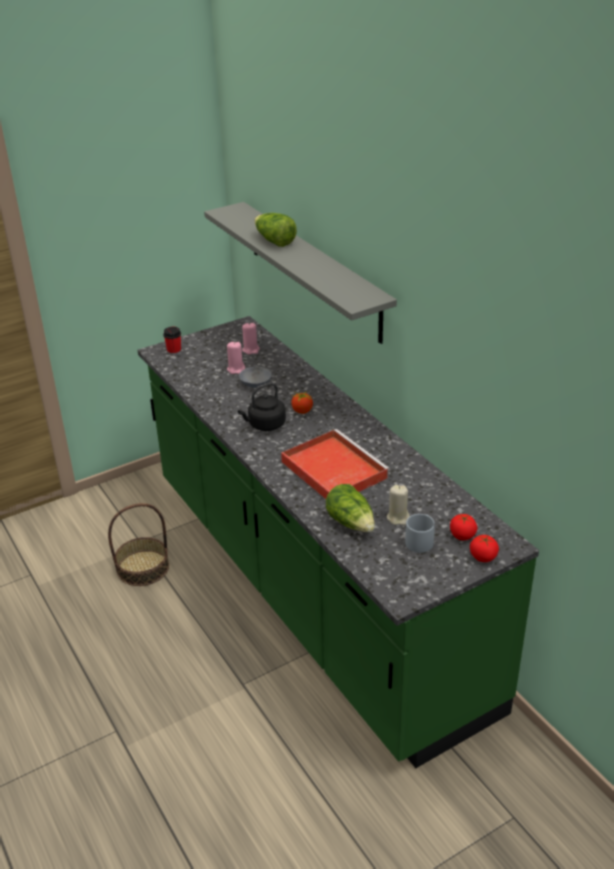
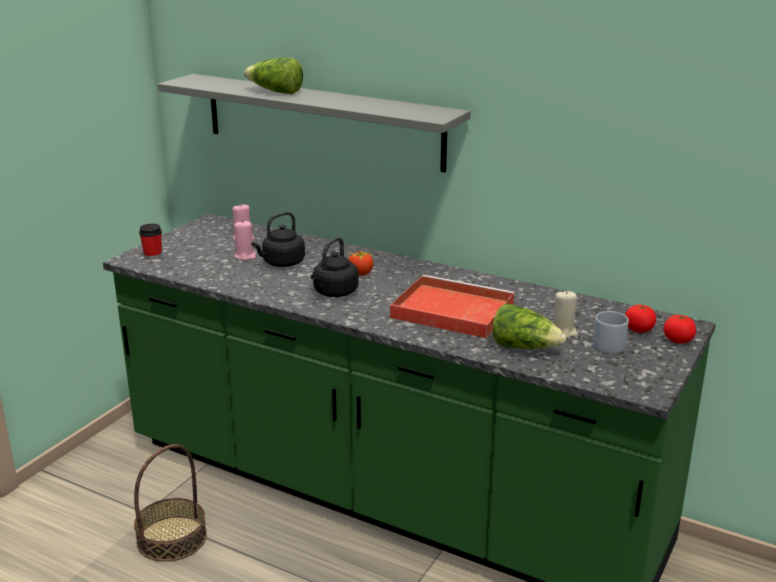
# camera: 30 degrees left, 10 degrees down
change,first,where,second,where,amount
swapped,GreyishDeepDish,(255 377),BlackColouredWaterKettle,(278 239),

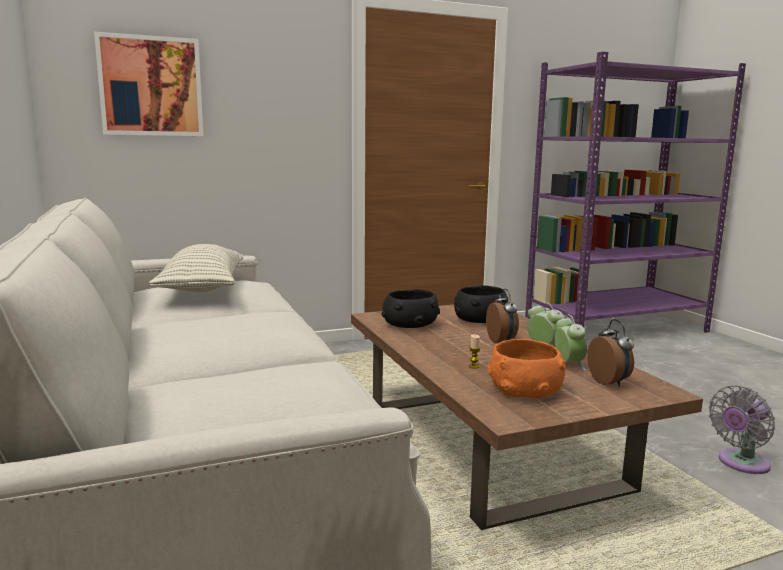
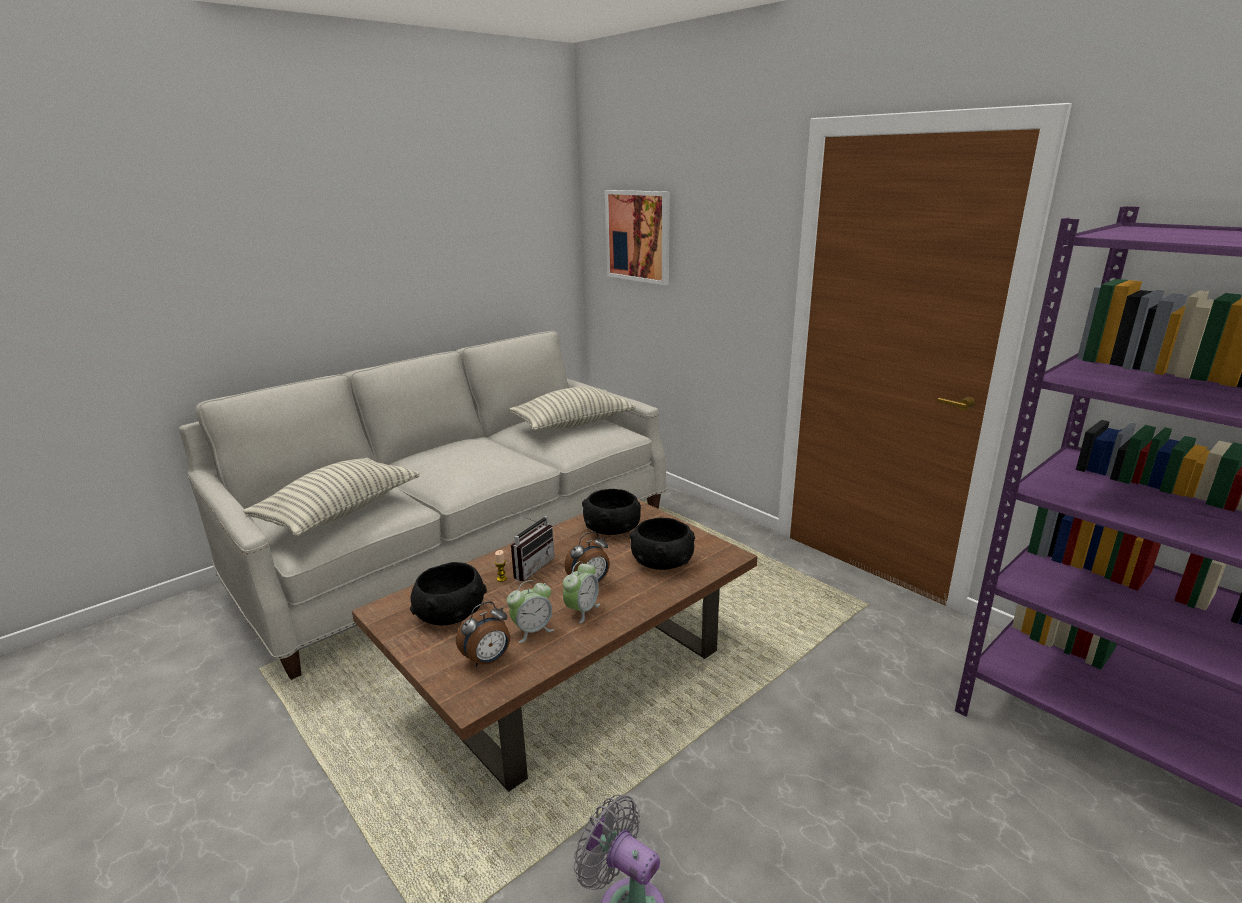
# camera: 70 degrees right, 10 degrees up
change,first,where,second,where,amount
new,,,Pillow,(331 497),
repainted,OrangeColouredDeepDish,(526 368),BlackColouredDeepDish,(448 593),
new,,,RadioReceiver,(533 546),

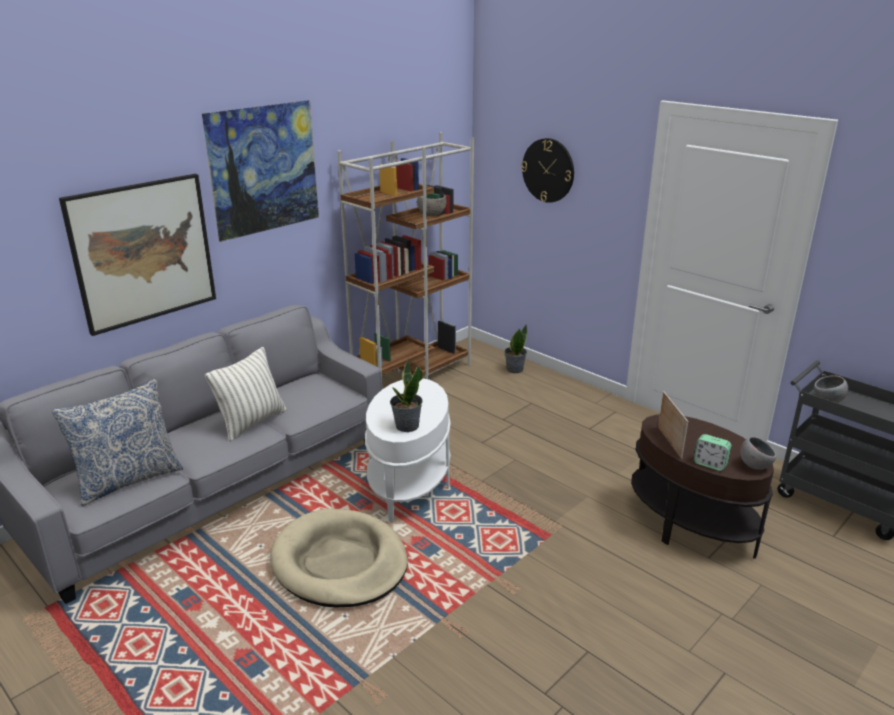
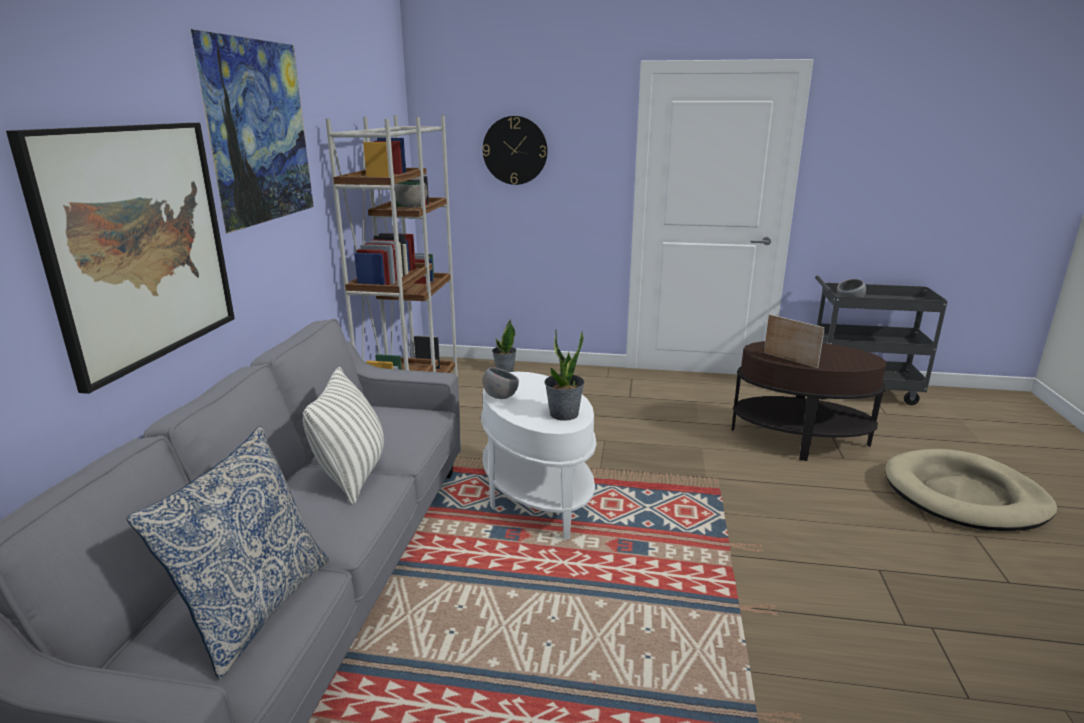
# camera: 35 degrees left, 5 degrees down
change,first,where,second,where,amount
shifted,GreyishDeepDish,(758 453),,(501 383),
shifted,BeigePetBed,(339 558),,(971 490),
gone,TableClock,(712 452),,,

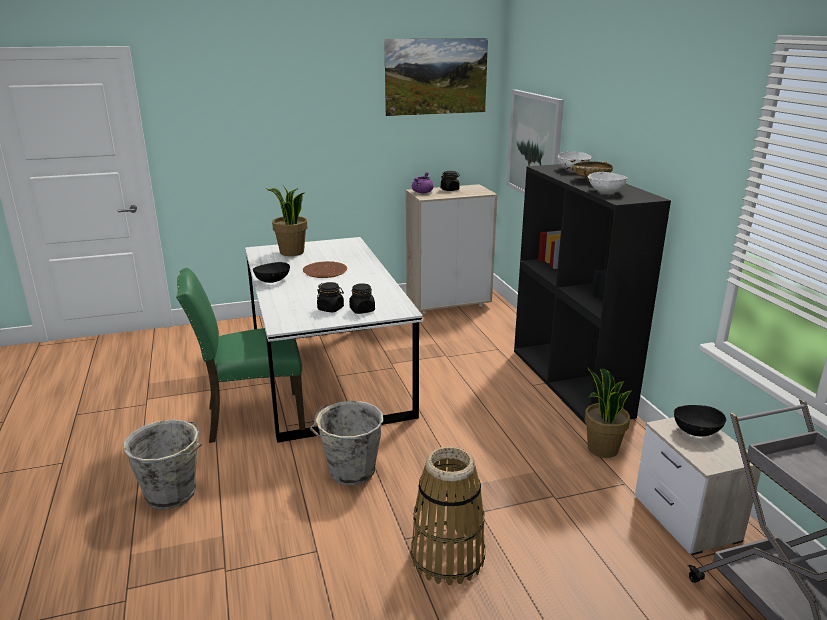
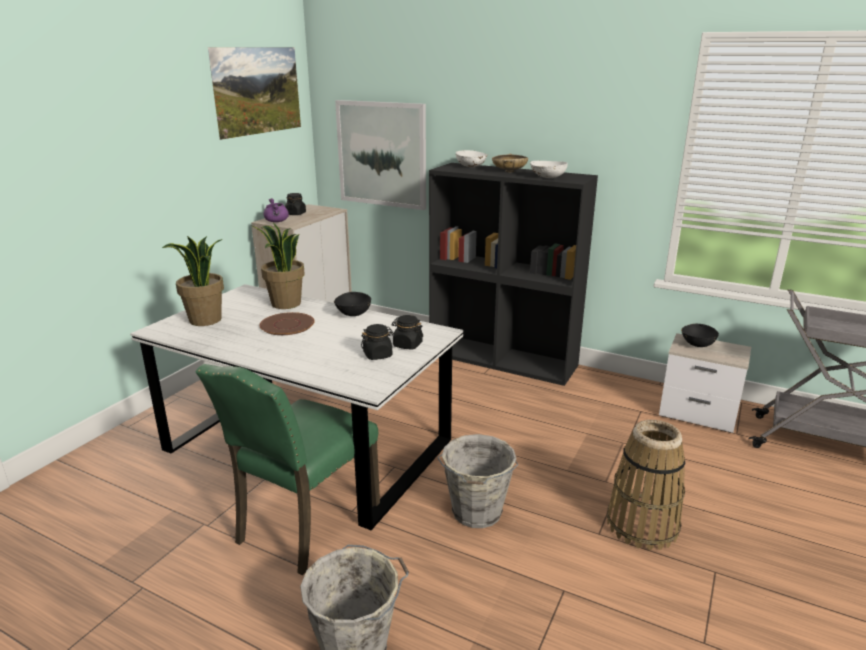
# camera: 45 degrees left, 0 degrees up
change,first,where,second,where,amount
shifted,Houseplant,(608 412),,(278 266),
shifted,BlackColouredDeepDish,(271 272),,(352 304),

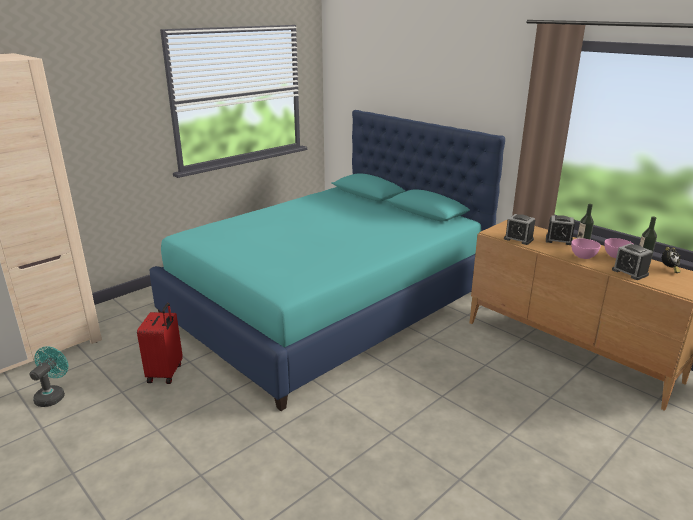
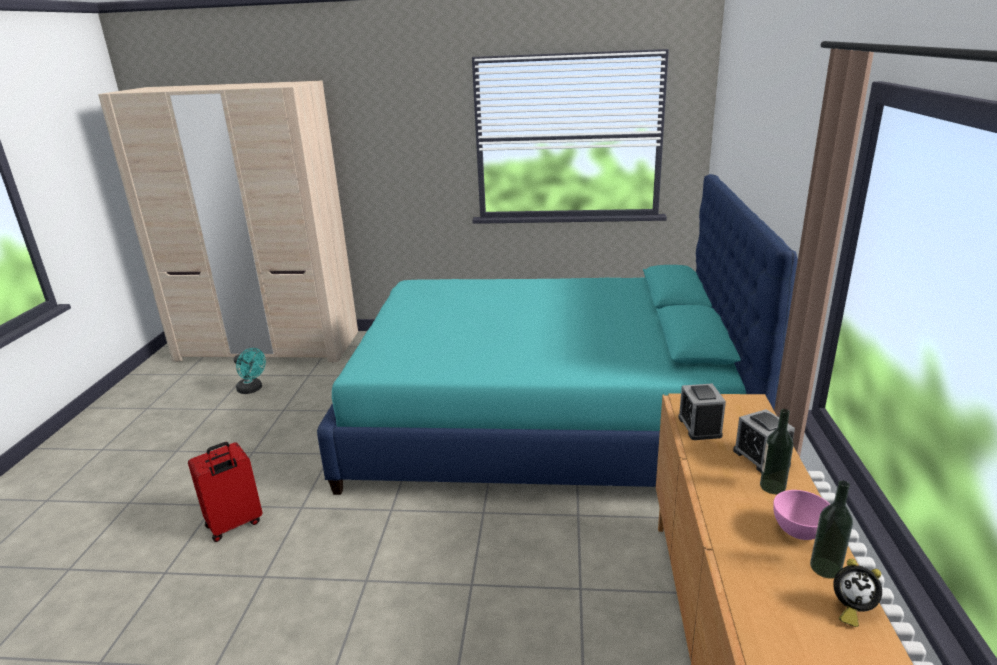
# camera: 50 degrees right, 0 degrees up
change,first,where,second,where,amount
shifted,RedSuitcase,(160 343),,(225 492),
rotated,TurquoiseColouredCoolingFan,(49 376),,(250 371),60 degrees clockwise
gone,PinkishDeepDish,(586 248),,,
gone,TableClock,(632 261),,,

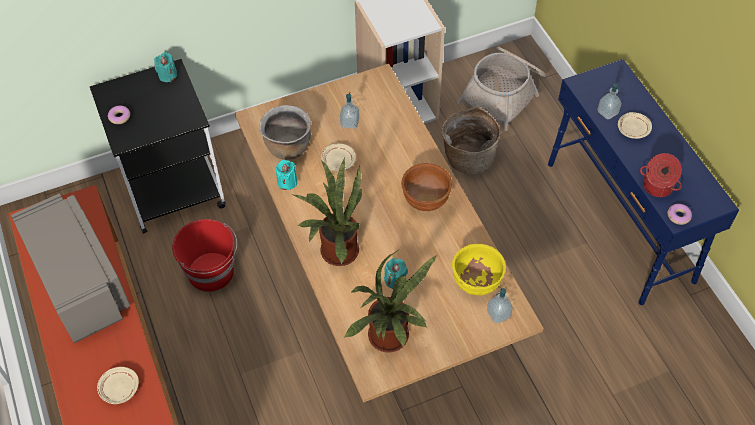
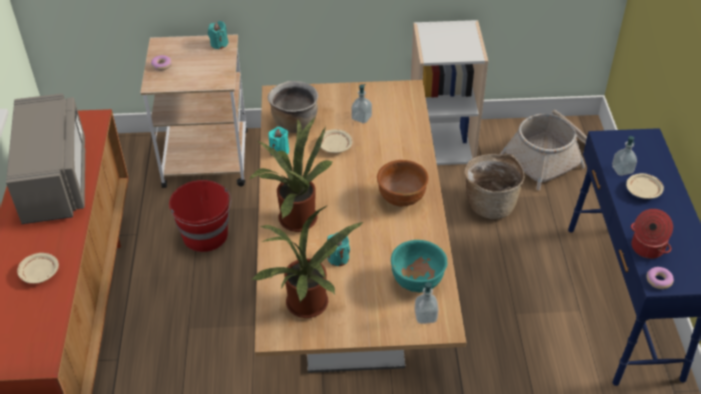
# camera: 20 degrees right, 10 degrees down
change,first,where,second,where,amount
repainted,BlackColouredTrolley,(157 146),BeigeTrolley,(194 111),
repainted,YellowDeepDish,(479 269),TurquoiseColouredDeepDish,(419 266),

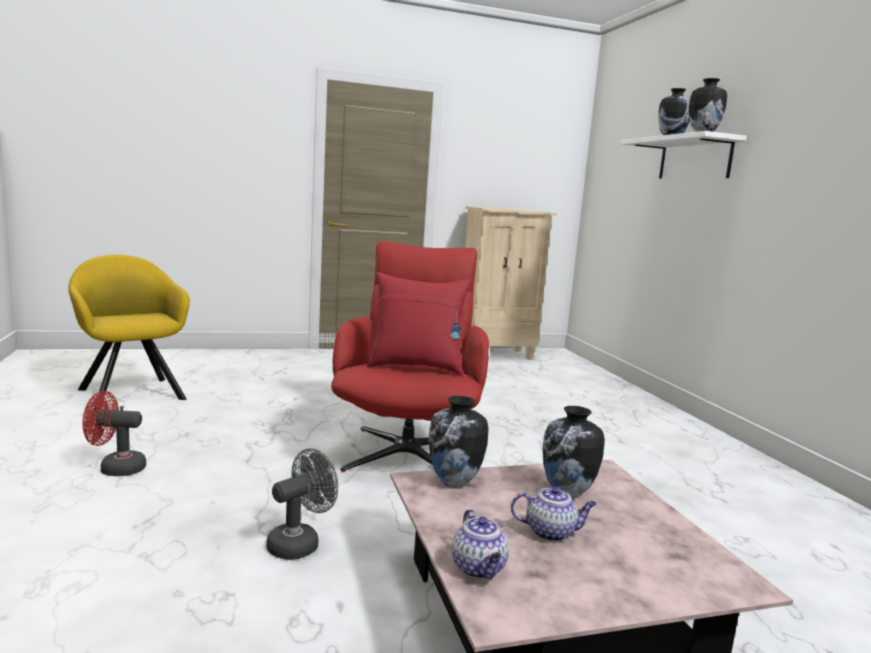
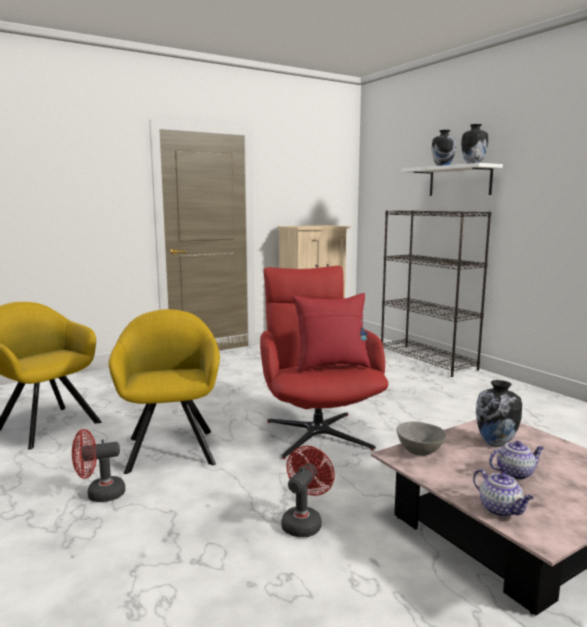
# camera: 15 degrees left, 0 degrees up
change,first,where,second,where,amount
new,,,YellowLoungeChair,(164 391),
repainted,GreyishCoolingFan,(302 504),RedCoolingFan,(308 491),
new,,,BlackColouredBookshelf,(436 293),
swapped,Vase,(458 442),GreyishDeepDish,(421 438),

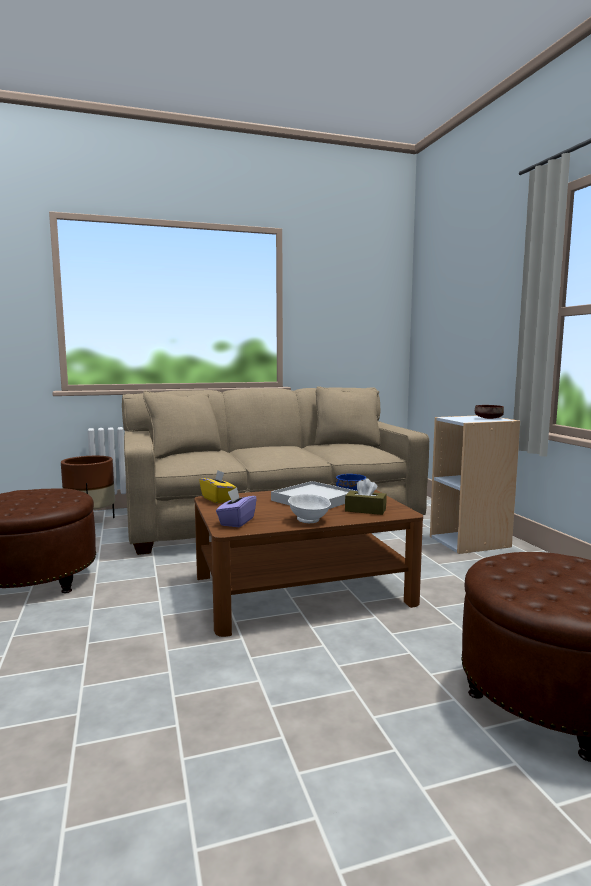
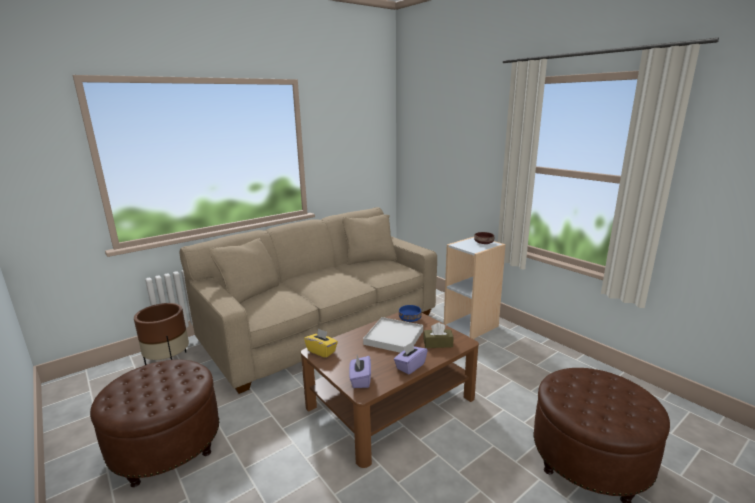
# camera: 20 degrees left, 10 degrees up
change,first,where,second,where,amount
swapped,WhitishDeepDish,(309 508),PurplishTissueHolder,(411 358),

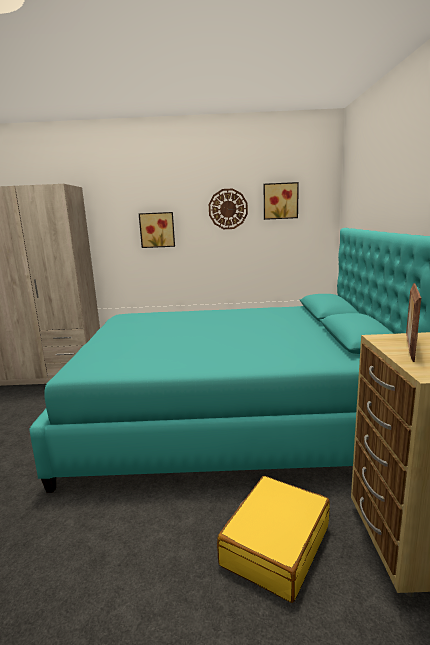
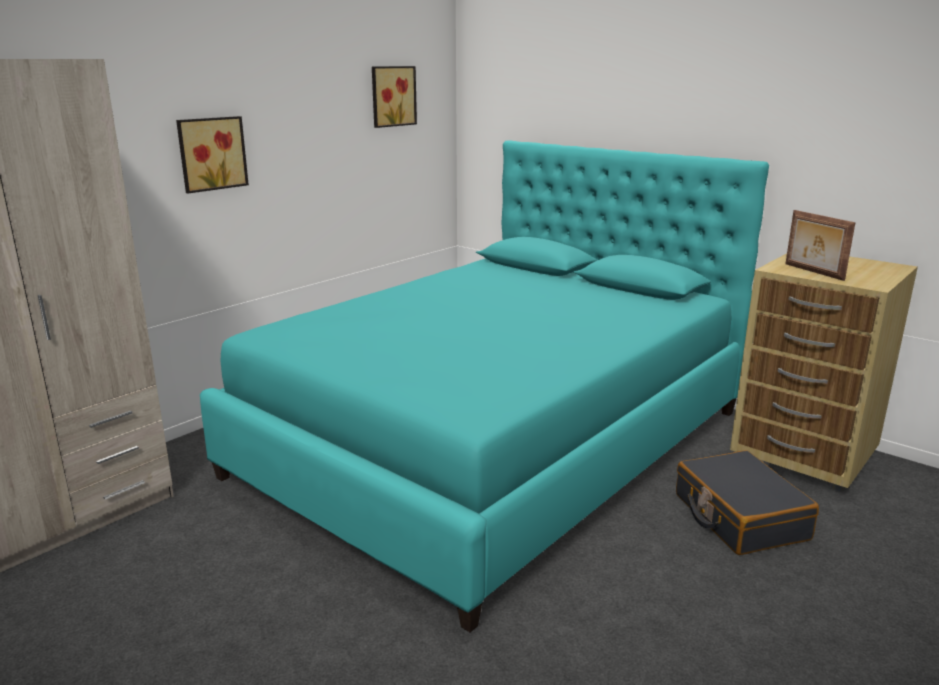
# camera: 50 degrees left, 5 degrees up
change,first,where,second,where,amount
repainted,YellowSuitcase,(273 539),BlackColouredSuitcase,(747 502),
gone,HangingClock,(228 209),,,

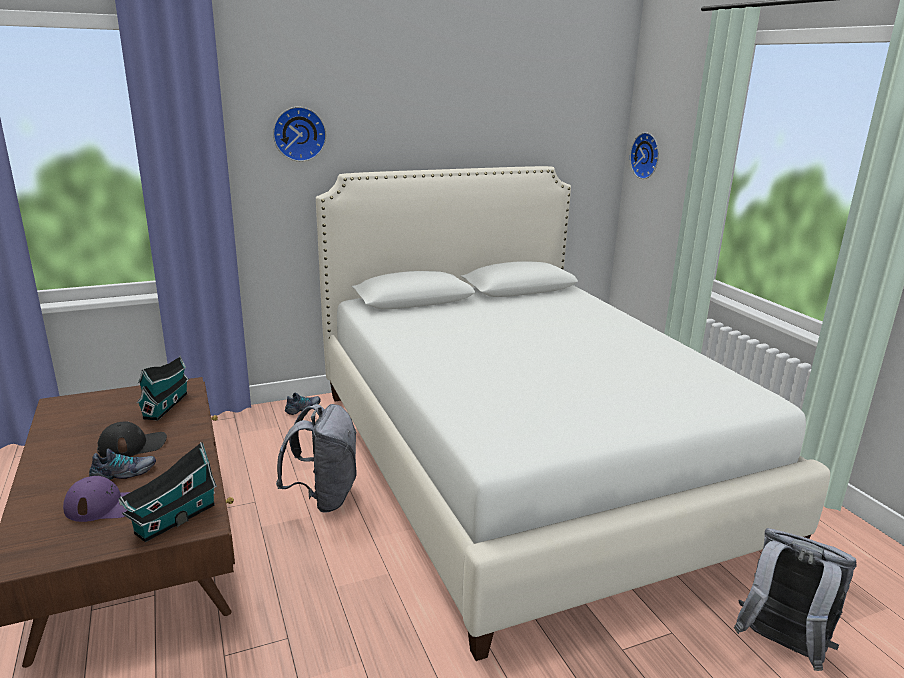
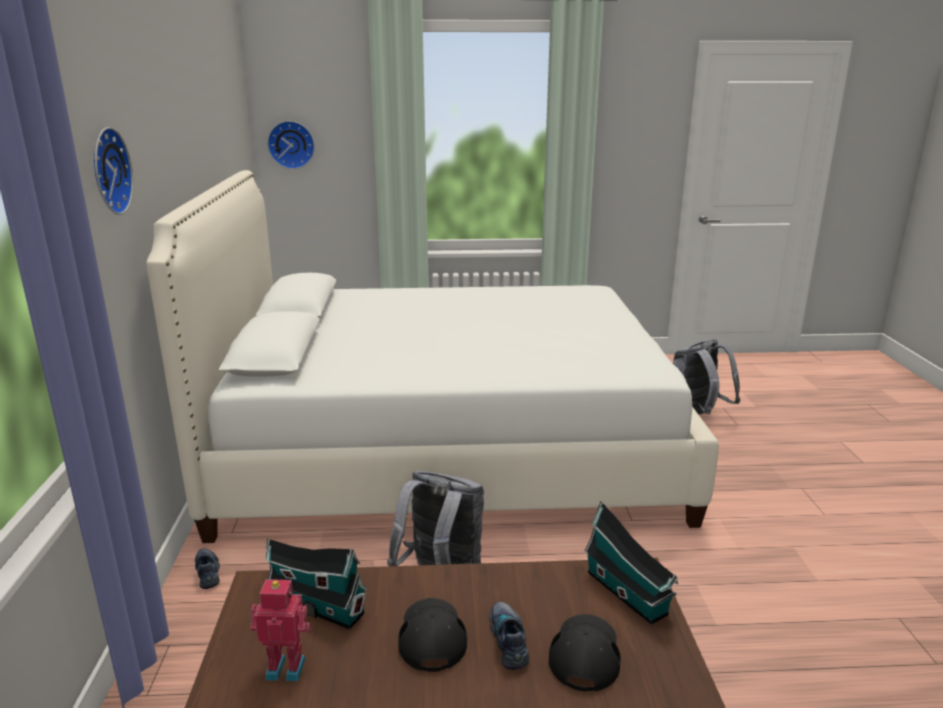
# camera: 70 degrees left, 0 degrees up
change,first,where,second,where,amount
new,,,RobotFigure,(280 630),
repainted,PurplishCap,(96 499),BlackColouredCap,(585 653),

